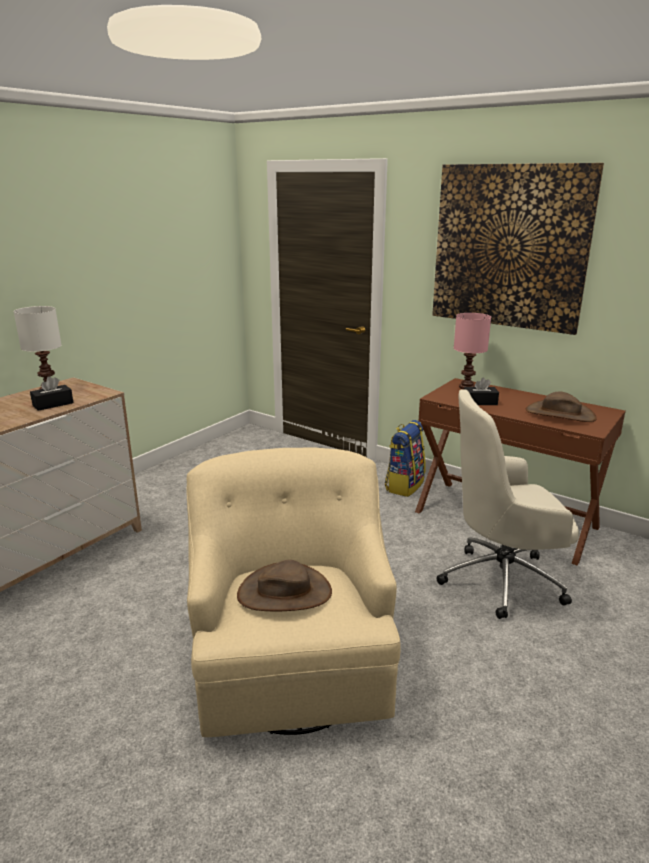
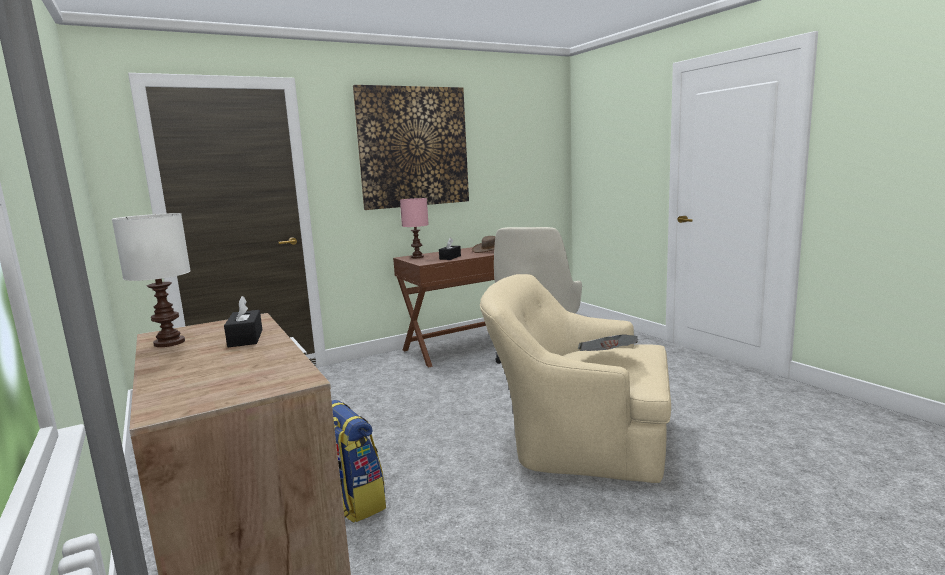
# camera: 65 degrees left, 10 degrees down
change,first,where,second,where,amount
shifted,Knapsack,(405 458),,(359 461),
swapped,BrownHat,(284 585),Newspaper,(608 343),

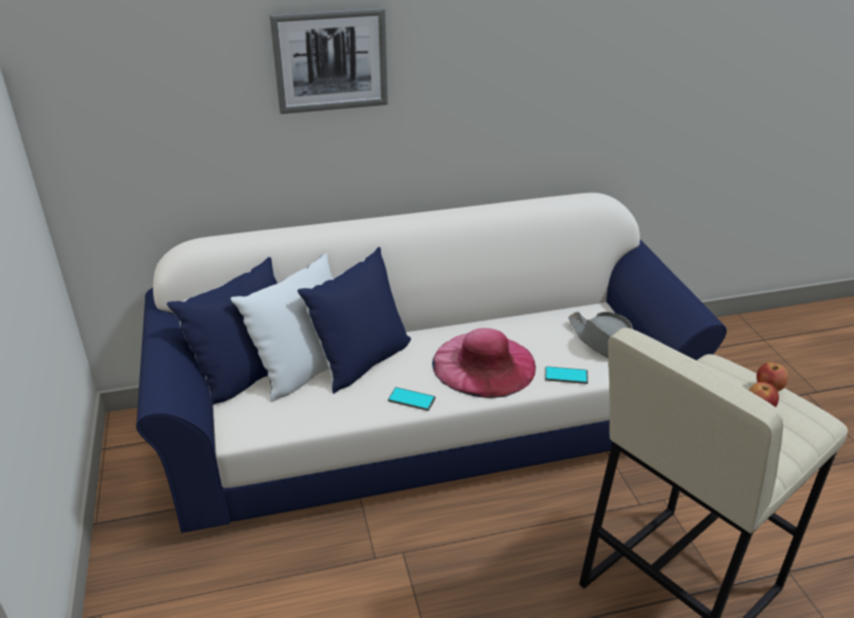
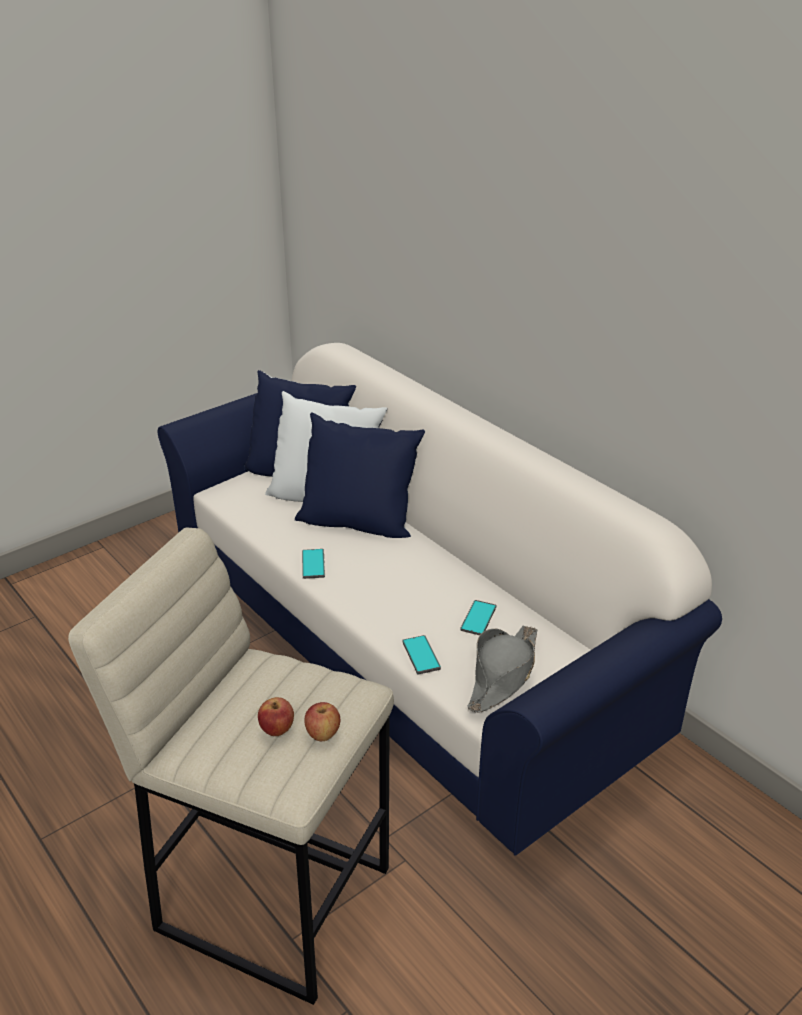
# camera: 65 degrees right, 0 degrees up
change,first,where,second,where,amount
new,,,Phone,(478 617),
gone,Picture,(328 60),,,
gone,PinkishHat,(484 363),,,

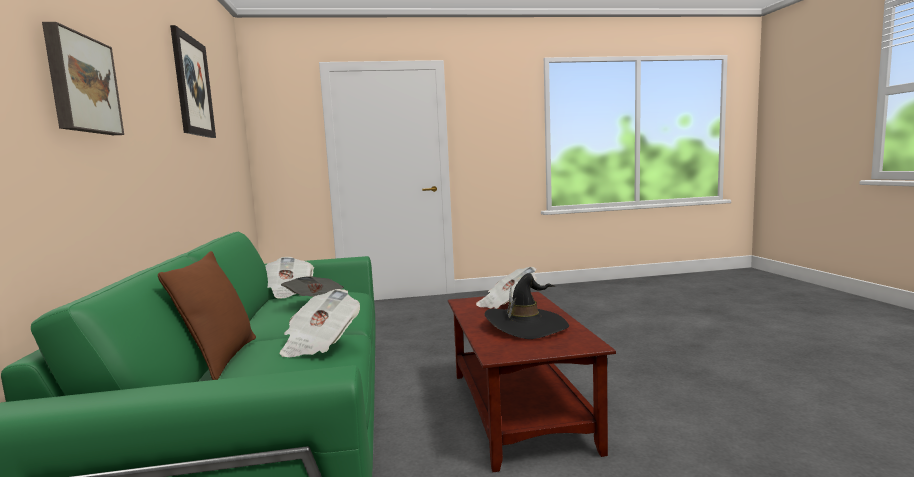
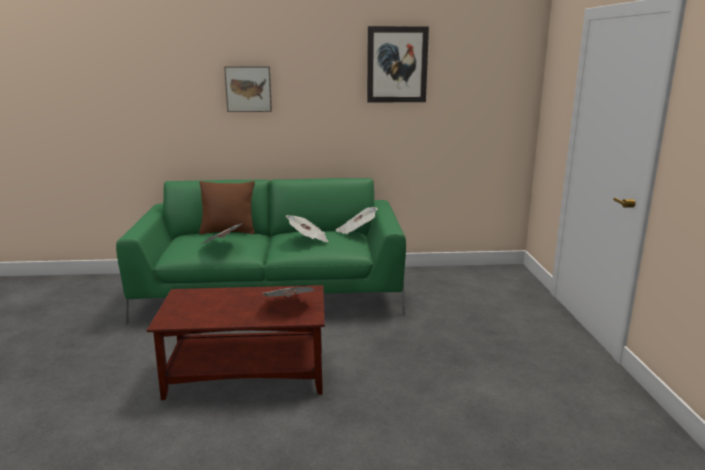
# camera: 95 degrees right, 10 degrees up
change,first,where,second,where,amount
gone,BlackColouredHat,(527 306),,,

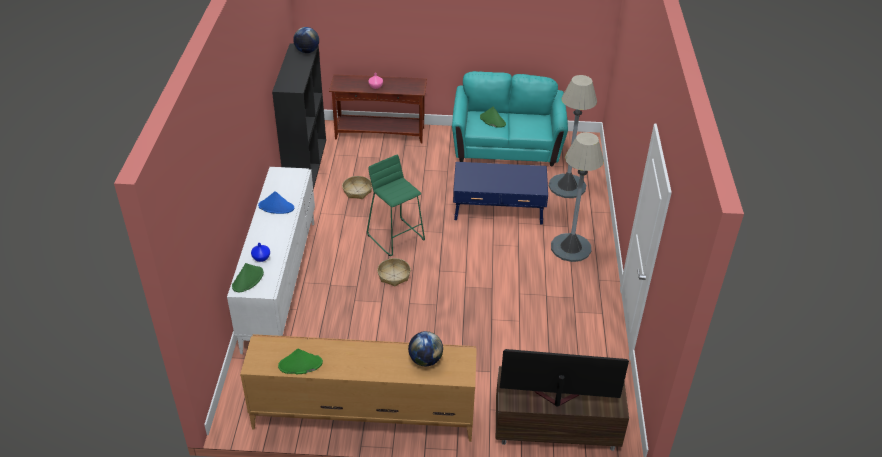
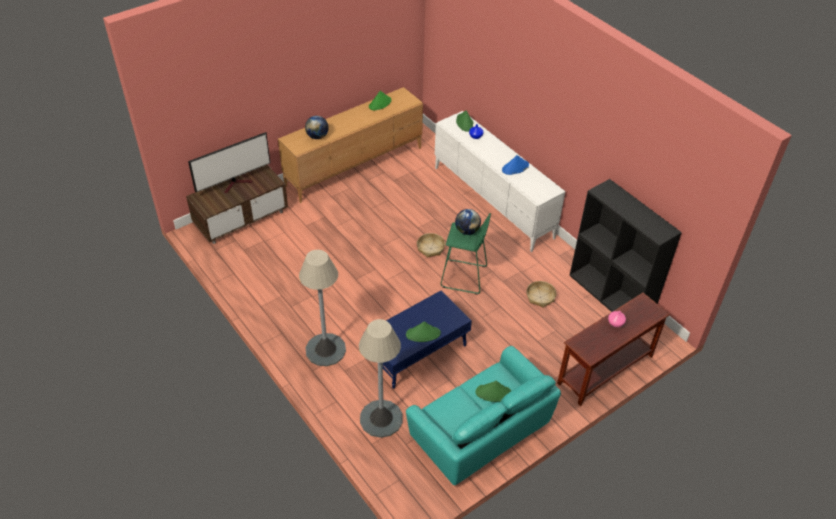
# camera: 140 degrees right, 5 degrees up
change,first,where,second,where,amount
new,,,GreenHat,(423 331),
shifted,Globe,(306 40),,(468 222),

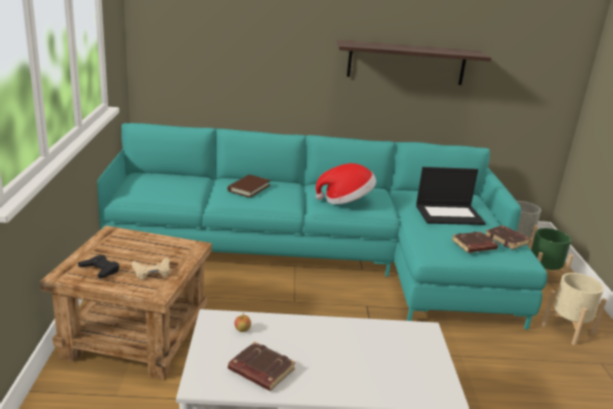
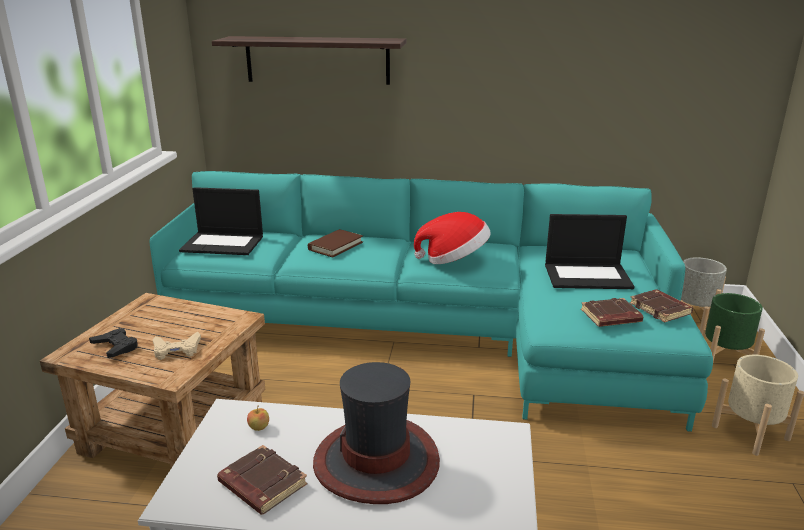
# camera: 10 degrees right, 0 degrees up
change,first,where,second,where,amount
new,,,Laptop,(221 221),
shifted,Shelf,(414 62),,(309 60),
new,,,Hat,(376 433),

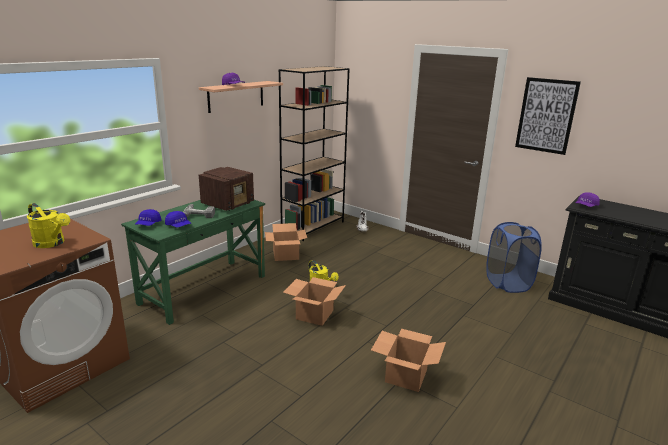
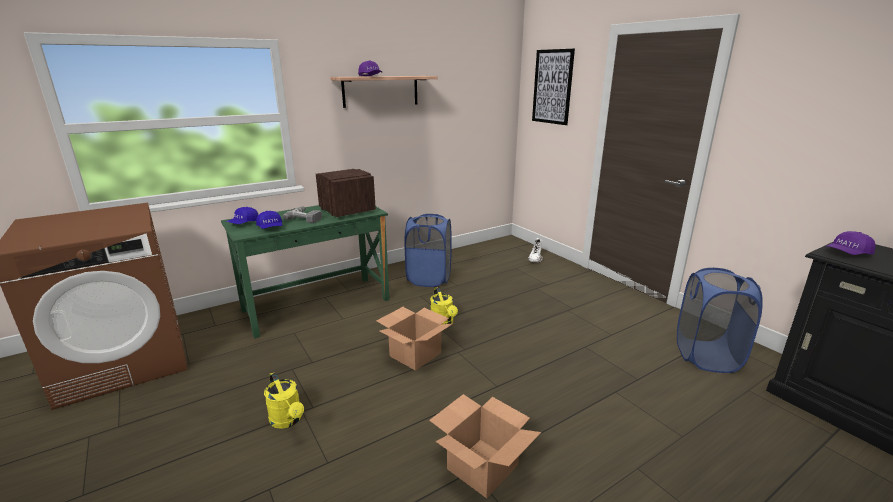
# camera: 20 degrees right, 0 degrees up
change,first,where,second,where,amount
shifted,YellowWateringPot,(48 225),,(284 400),
rotated,RadioReceiver,(226 189),,(346 193),90 degrees counterclockwise
swapped,PackingBox,(286 242),BlueWashingBasket,(427 250),
shifted,Picture,(548 116),,(553 87),
gone,BeigeBookshelf,(314 153),,,

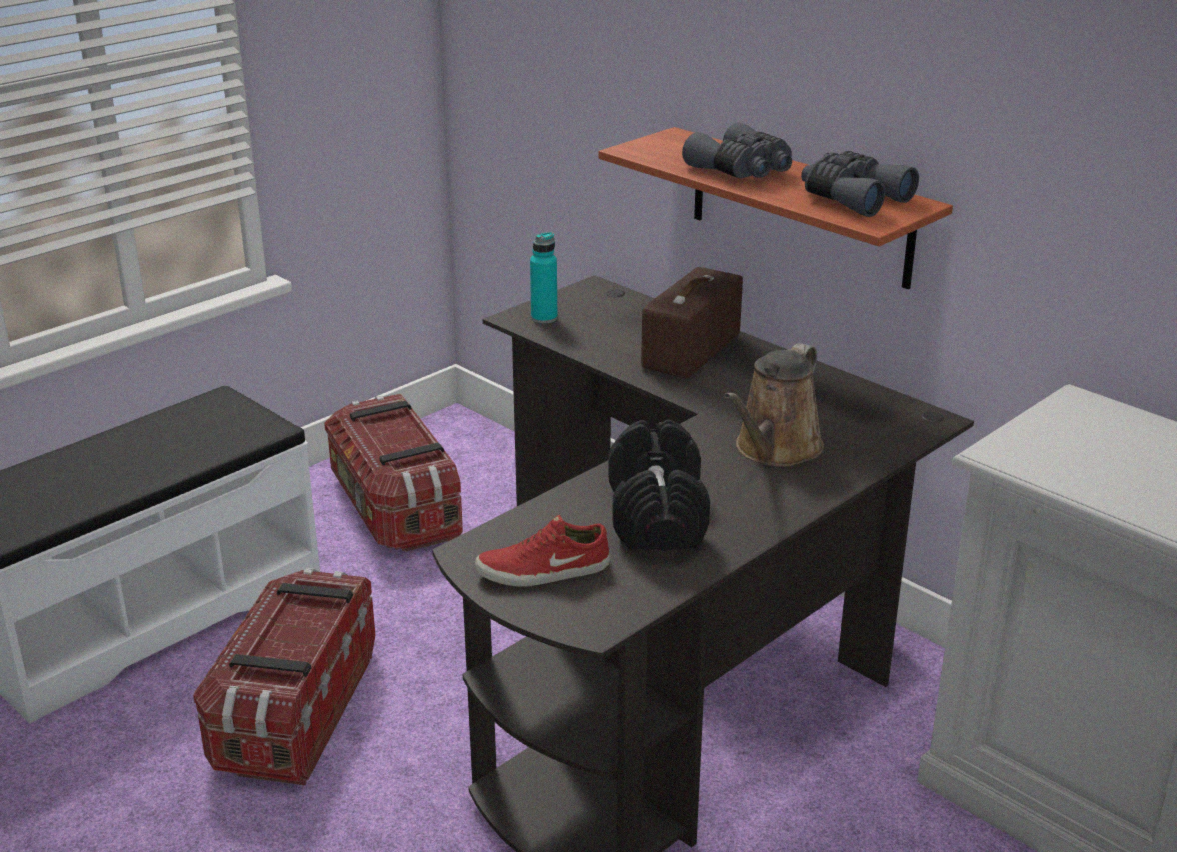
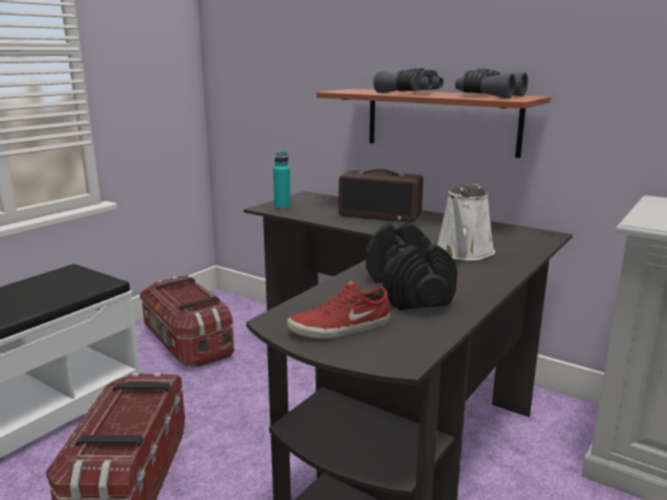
# camera: 10 degrees left, 10 degrees down
change,first,where,second,where,amount
rotated,RadioReceiver,(692 322),,(381 196),90 degrees counterclockwise
repainted,BrownWateringPot,(774 405),WhitishWateringPot,(466 222),

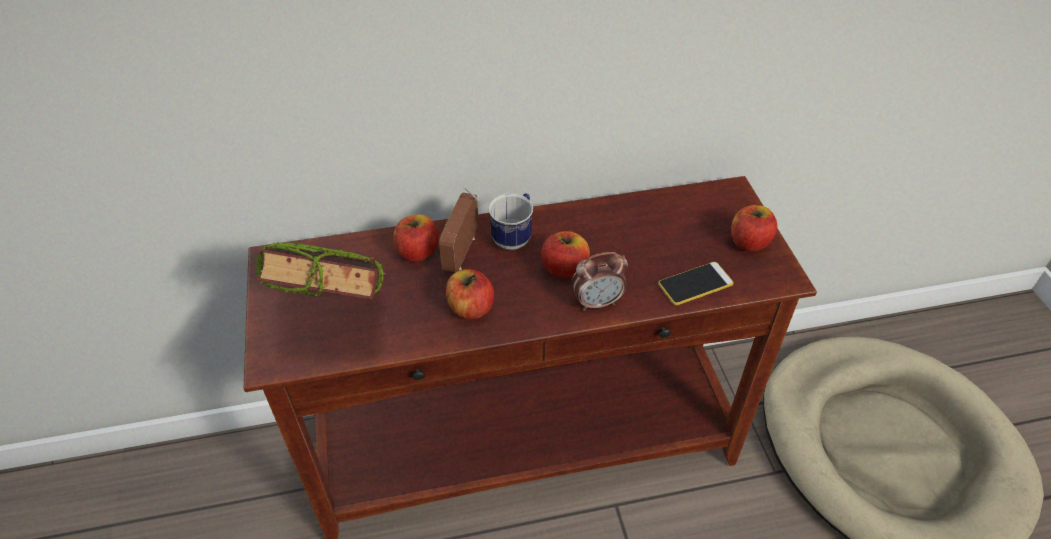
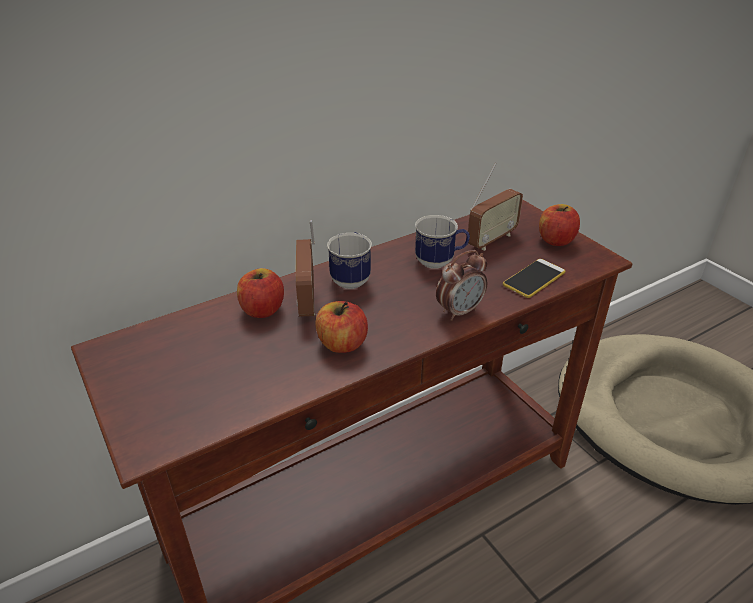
# camera: 20 degrees left, 10 degrees down
change,first,where,second,where,amount
new,,,TeaMug,(442 242),
new,,,RadioReceiver,(495 207),
gone,BoundBook,(320 270),,,
gone,Apple,(565 254),,,

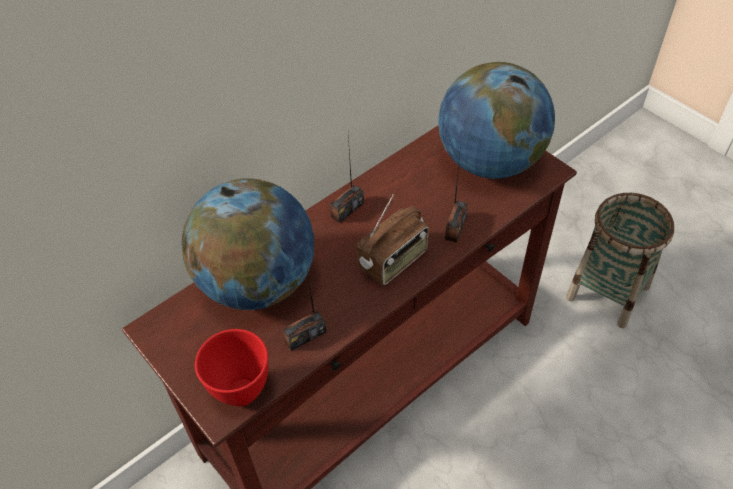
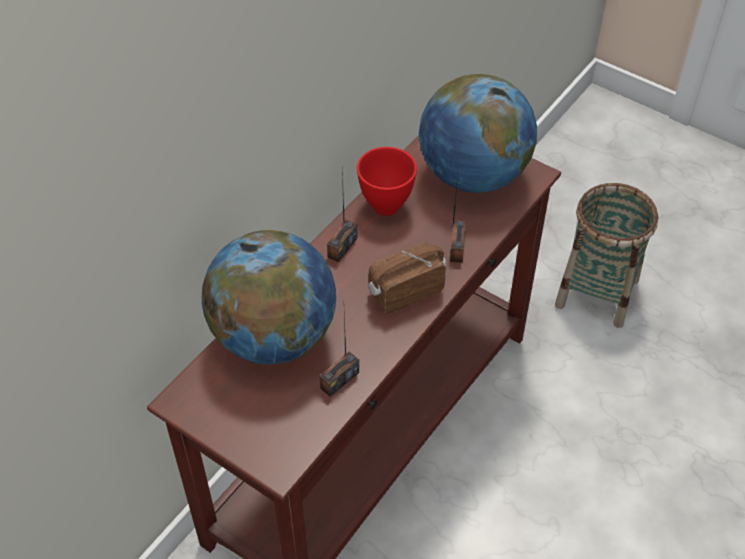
# camera: 15 degrees left, 0 degrees up
change,first,where,second,where,amount
shifted,RedDeepDish,(231 367),,(387 181),
rotated,RadioReceiver,(393 239),,(407 278),150 degrees counterclockwise

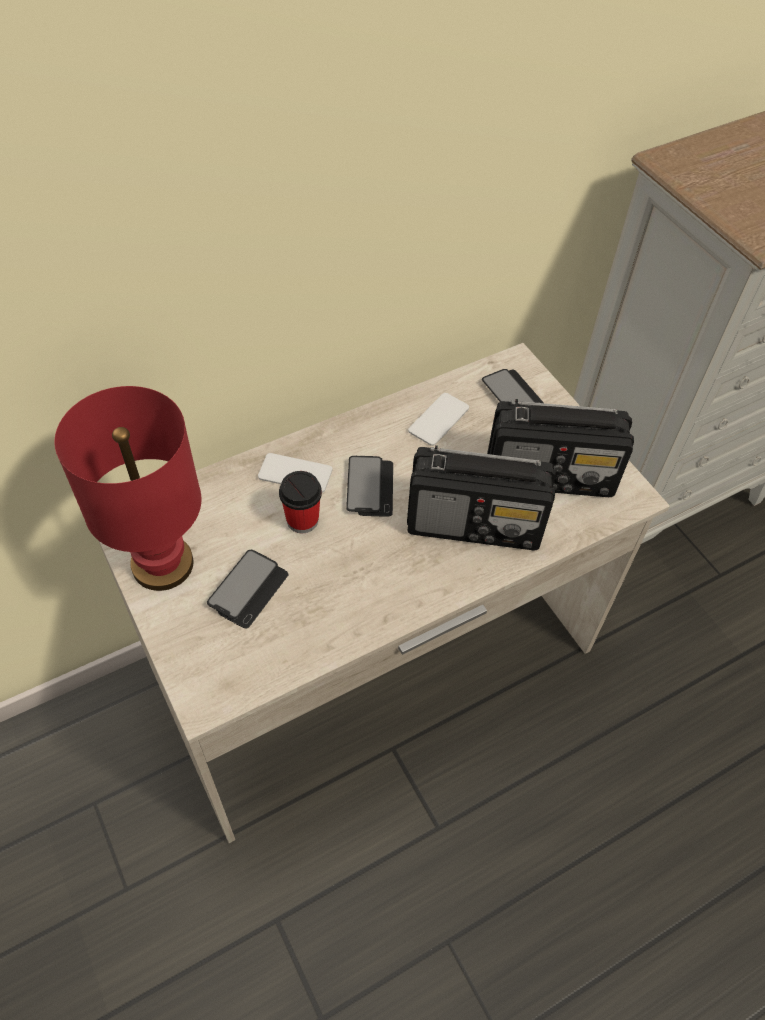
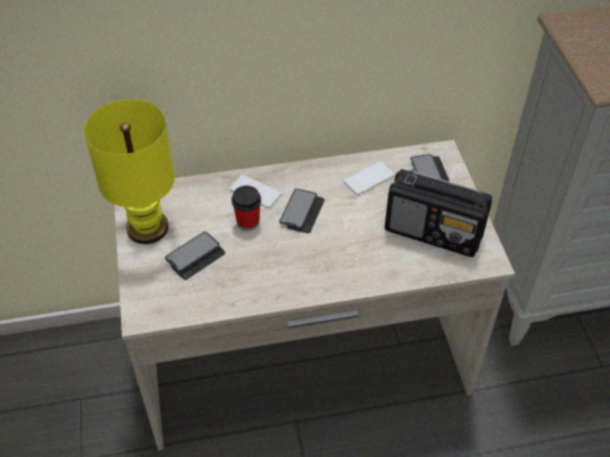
# camera: 20 degrees right, 5 degrees down
change,first,where,second,where,amount
repainted,RedLampForATable,(128 488),YellowLampForATable,(129 171),
gone,RadioReceiver,(481 497),,,

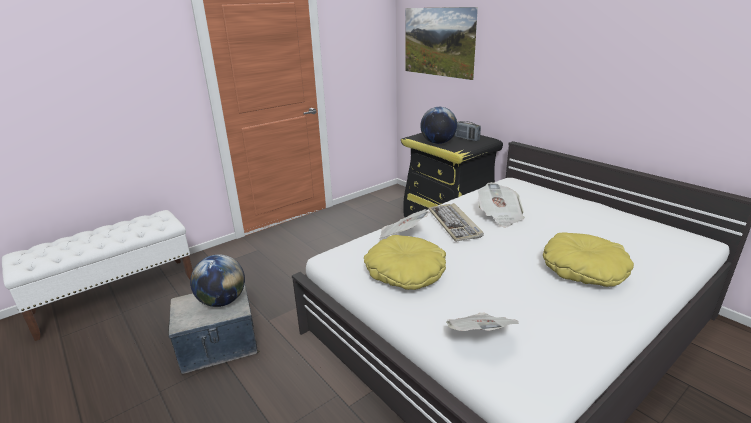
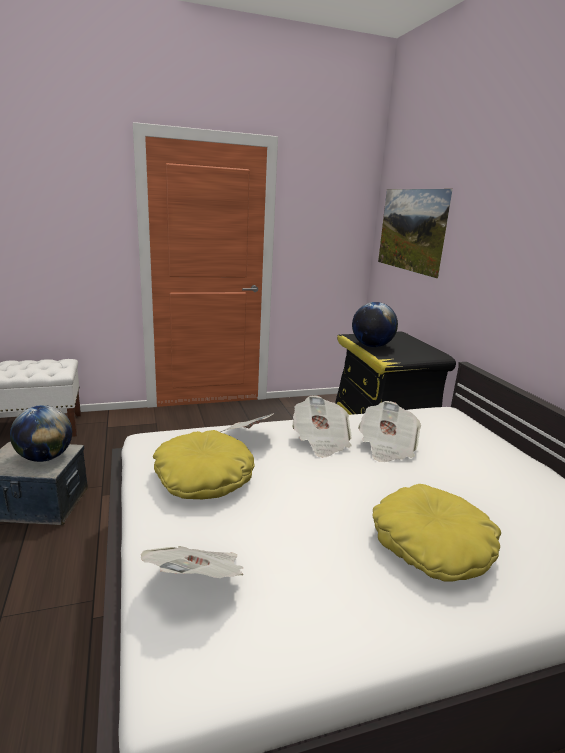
# camera: 20 degrees right, 5 degrees down
change,first,where,second,where,amount
swapped,ComputerKeyboard,(456 222),Newspaper,(321 427),
gone,RadioReceiver,(468 131),,,

